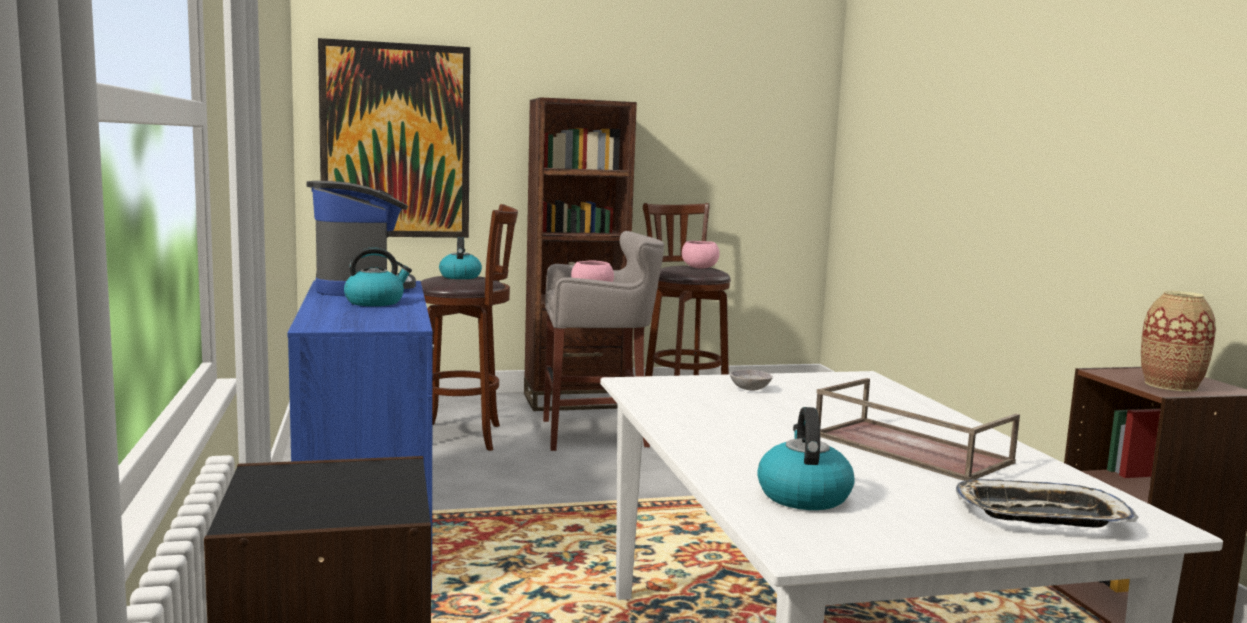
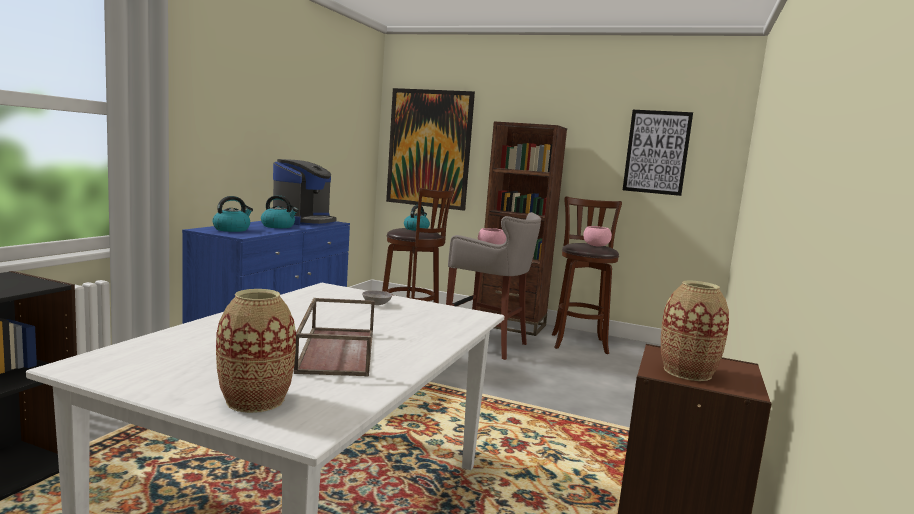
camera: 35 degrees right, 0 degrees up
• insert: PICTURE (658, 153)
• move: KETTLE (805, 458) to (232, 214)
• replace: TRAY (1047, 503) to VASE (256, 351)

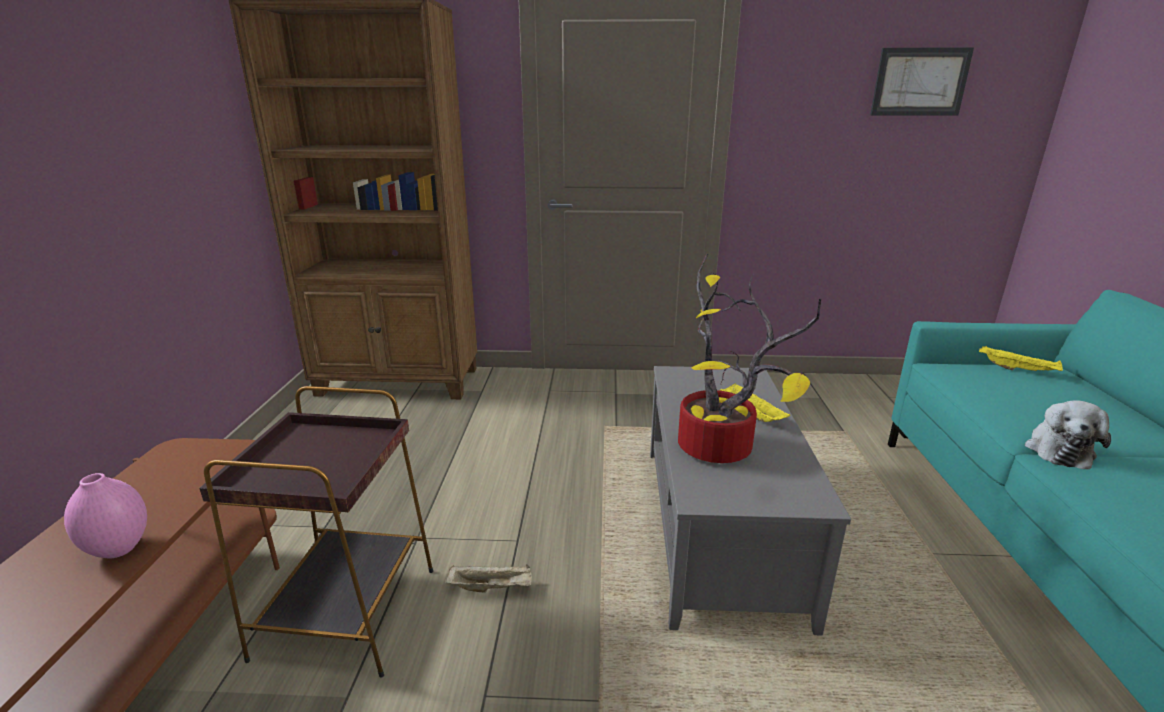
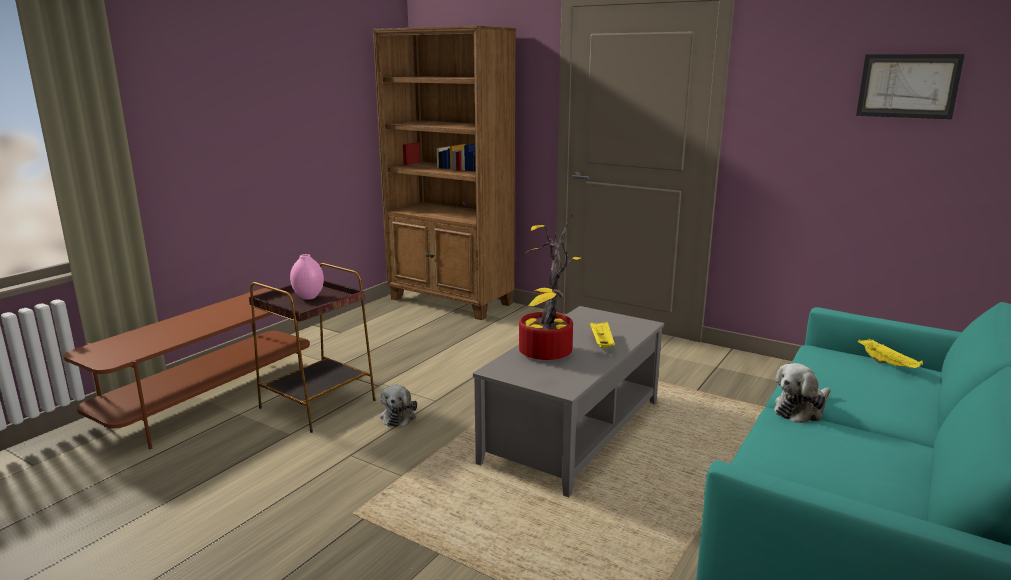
camera: 30 degrees right, 5 degrees down
• move: PINK VASE (105, 516) to (307, 277)
• replace: BEIGE TRAY (488, 578) to PLUSH TOY (398, 406)

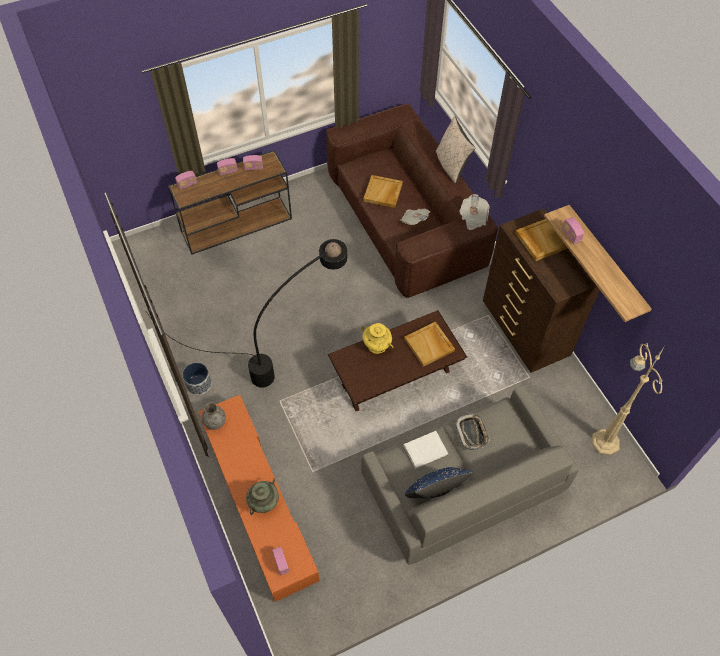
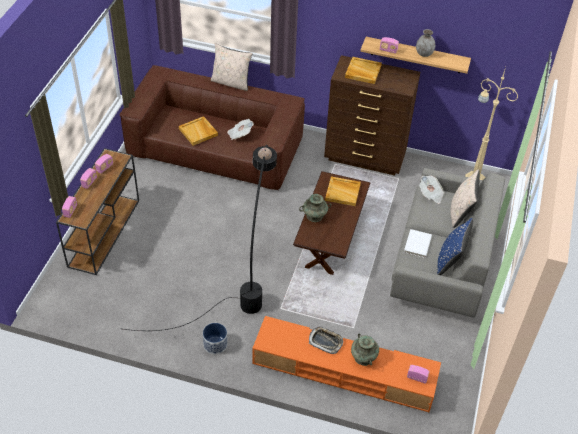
camera: 50 degrees left, 10 degrees down
• insert: BEIGE PILLOW (465, 198)
• move: GREY VASE (214, 416) to (425, 43)
• move: TRAY (472, 431) to (326, 340)
• move: NEWSPAPER (474, 212) to (432, 189)
• recolor: YELLOW VASE (377, 338) to TURQUOISE VASE (315, 208)

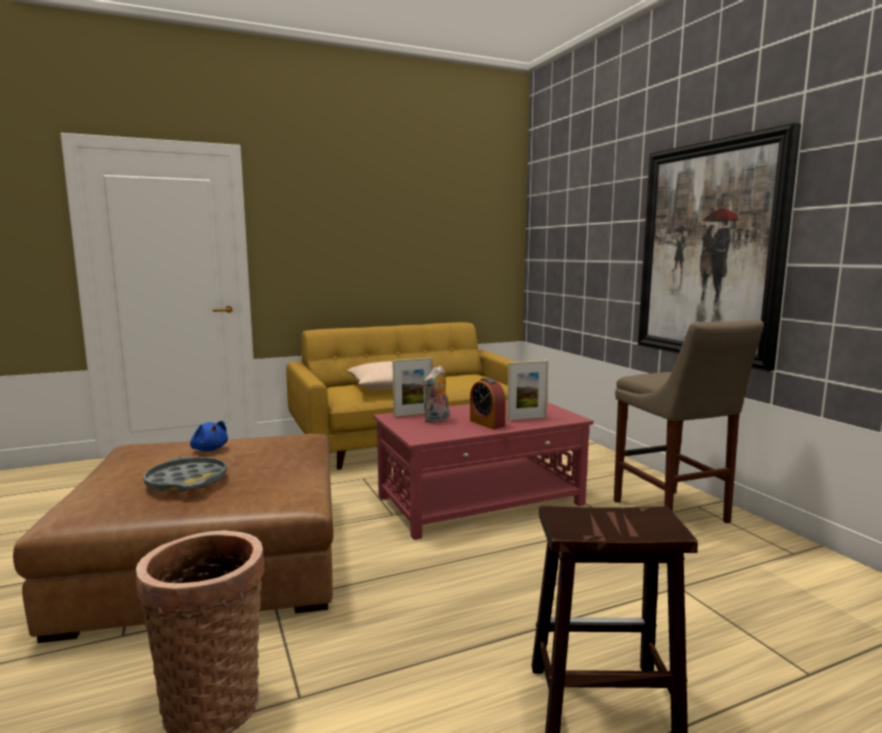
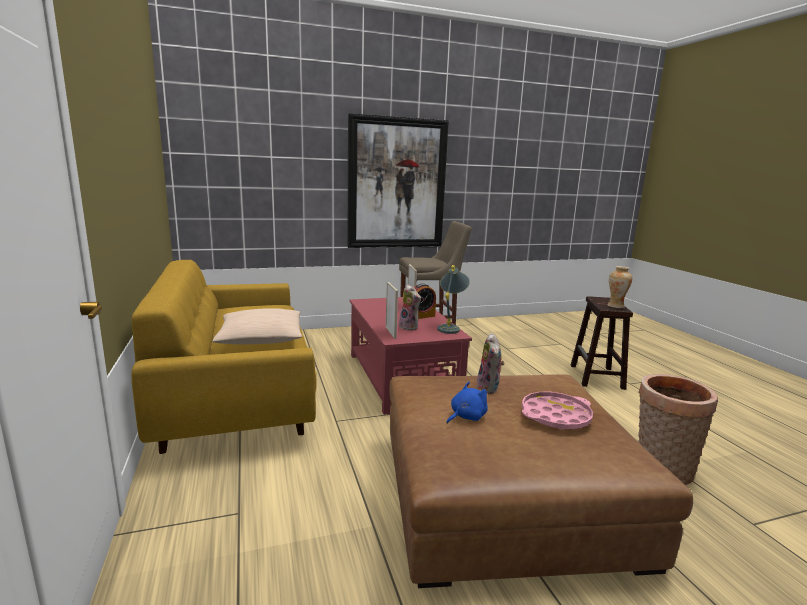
camera: 85 degrees left, 5 degrees up
• insert: GREY TABLE LAMP (453, 299)
• insert: PLUSH TOY (491, 363)
• insert: VASE (620, 287)
• recolor: GREY TRAY (185, 474) to PINK TRAY (557, 410)

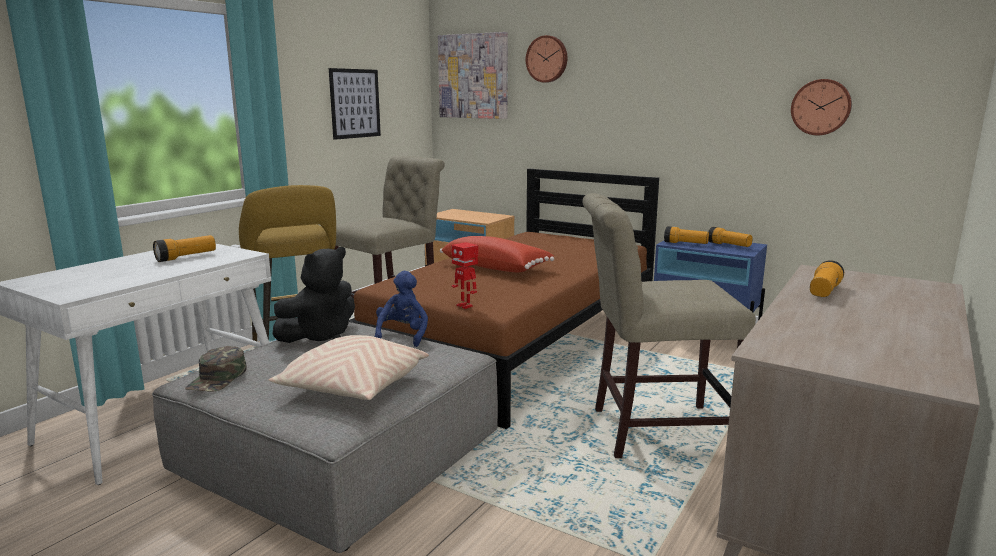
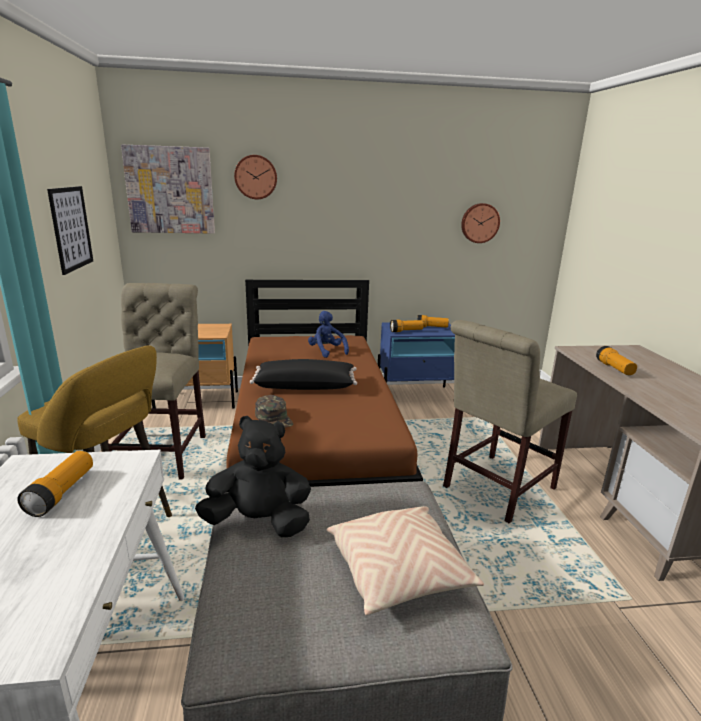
camera: 40 degrees left, 5 degrees up
• delete: TOY ROBOT (464, 275)
• move: GREEN CAP (216, 369) to (274, 411)
• move: BLUE PLUSH TOY (401, 309) to (328, 334)
• recolor: RED PILLOW (497, 254) to BLACK PILLOW (303, 374)
• rotate: BLACK PLUSH TOY (313, 295) = (253, 476) 90 degrees counterclockwise

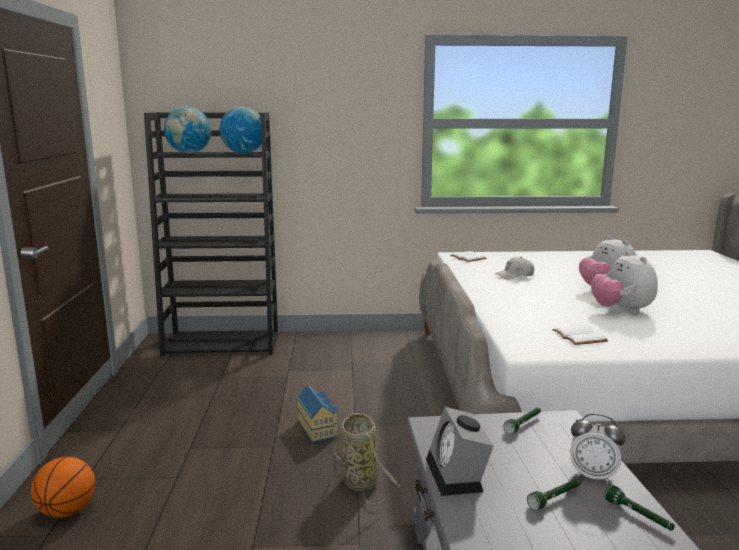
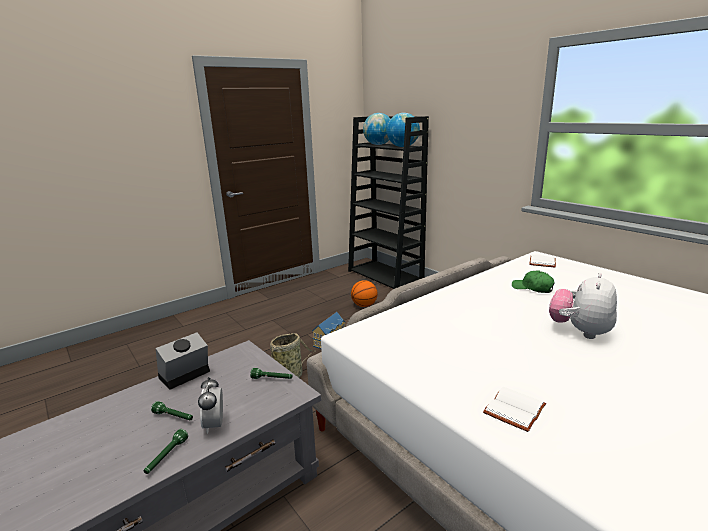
camera: 55 degrees right, 5 degrees up
• delete: PLUSH TOY (624, 282)
• move: BASKETBALL (63, 487) to (364, 293)
• move: WHITE BOOK (580, 335) to (514, 409)
• recolor: WHITE CAP (514, 268) to GREEN CAP (533, 282)

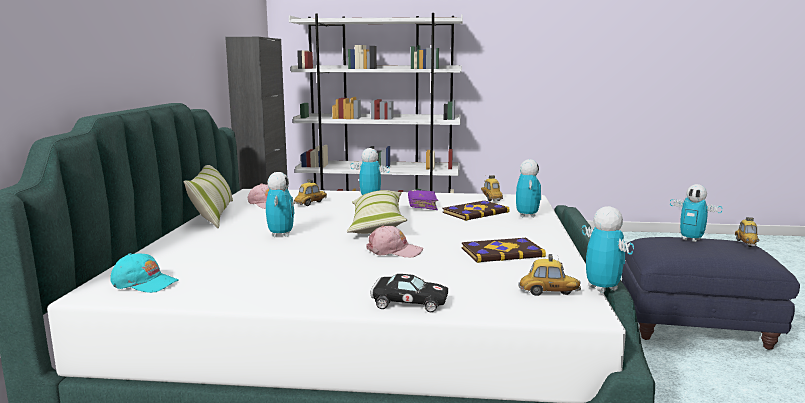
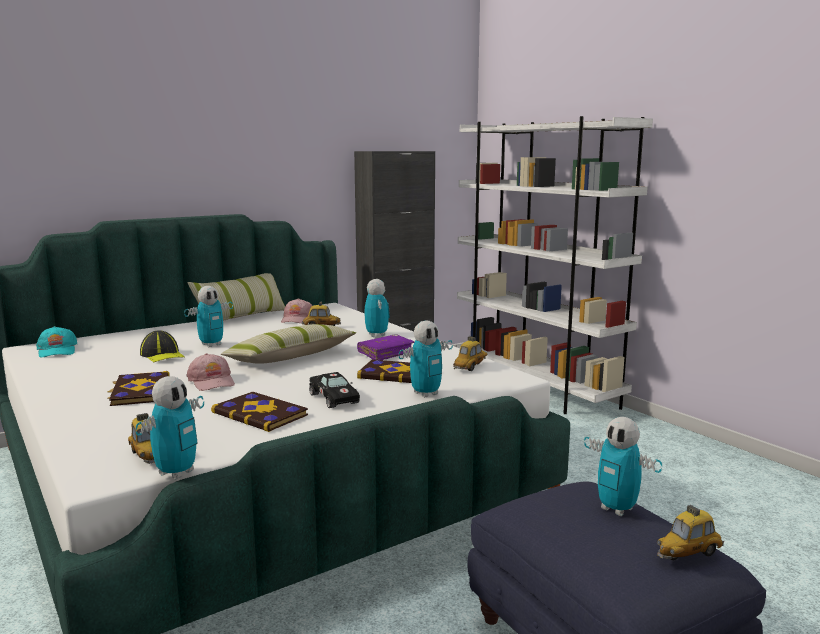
camera: 50 degrees right, 0 degrees up
• insert: BOOK (138, 388)
• insert: CAP (162, 346)
• move: BLACK TOY CAR (409, 293) to (334, 390)
• rotate: TOY ROBOT (696, 213) = (623, 466) 45 degrees counterclockwise

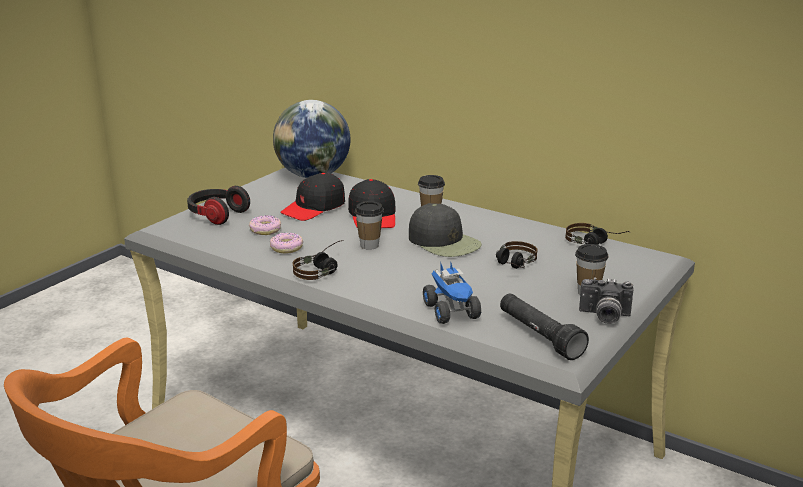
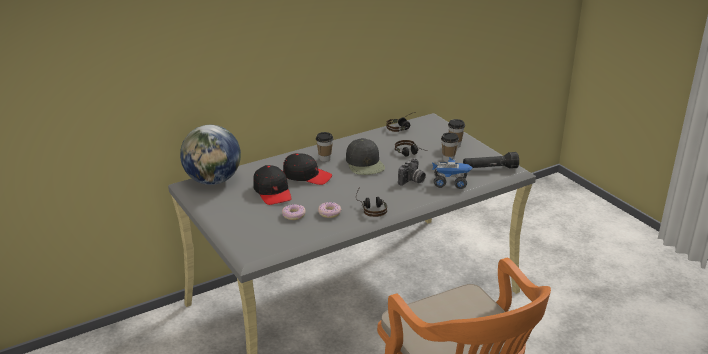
camera: 65 degrees left, 5 degrees up
• delete: HEADPHONES (218, 205)
• move: CUP (369, 225) to (450, 147)
• move: PHOTO CAMERA (606, 301) to (412, 172)
• rotate: BLACK CAP (445, 230) = (365, 156) 90 degrees clockwise

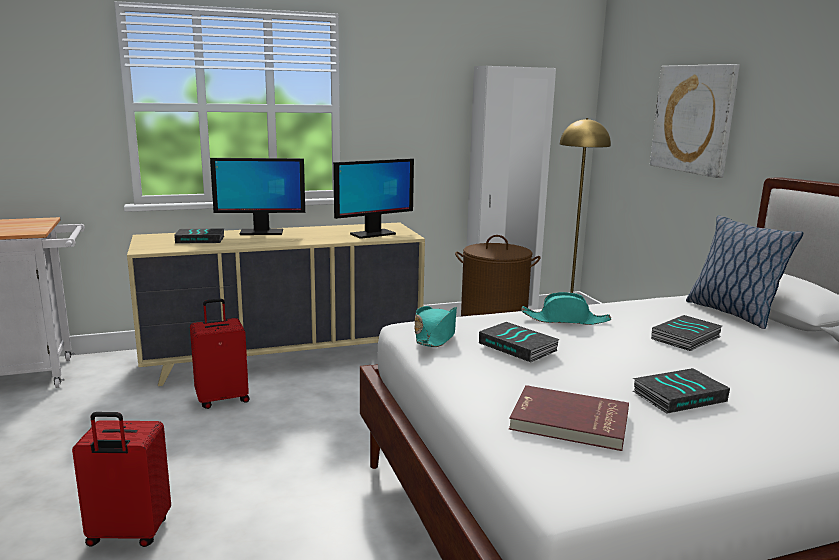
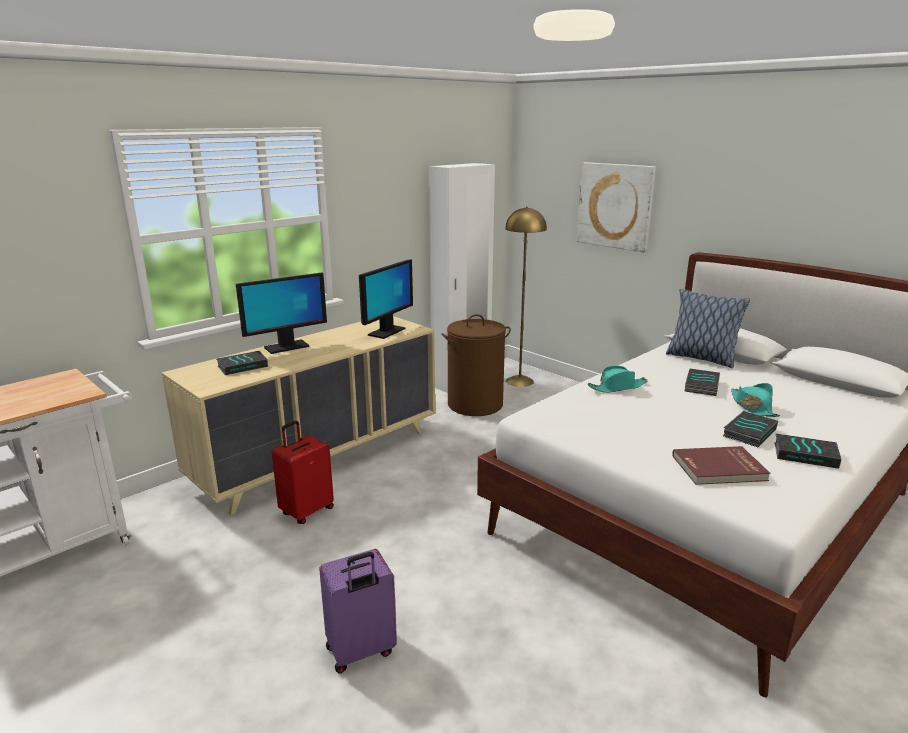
camera: 25 degrees left, 5 degrees up
• move: TURQUOISE HAT (435, 326) to (756, 400)
• move: BOOK (519, 342) to (808, 451)
• recolor: RED SUITCASE (121, 479) to PURPLE SUITCASE (358, 611)

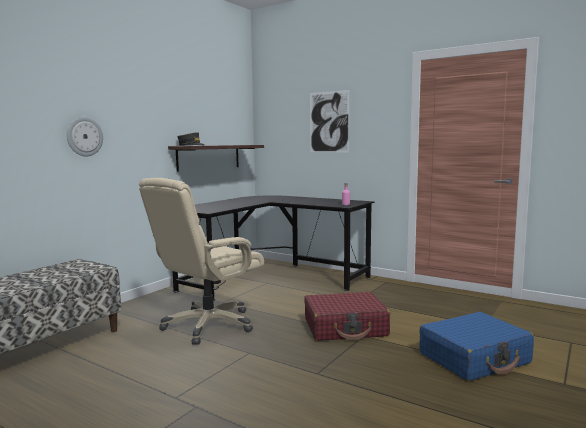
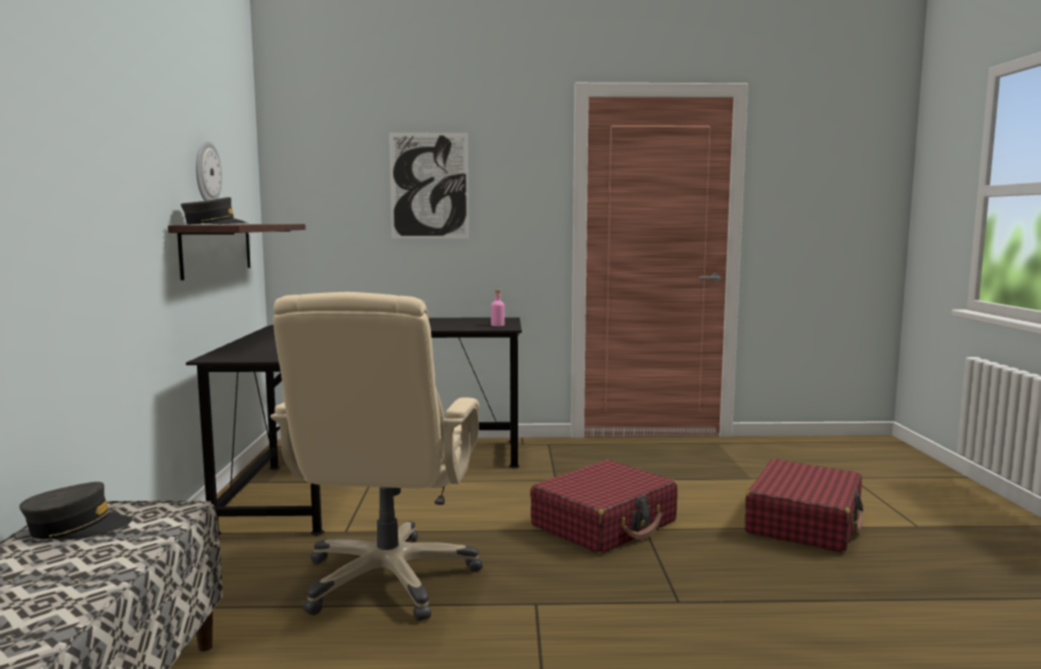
camera: 35 degrees left, 0 degrees up
• insert: GREY CAP (76, 510)
• move: WALL CLOCK (85, 136) to (209, 170)
• recolor: BLUE SUITCASE (476, 346) to RED SUITCASE (803, 506)

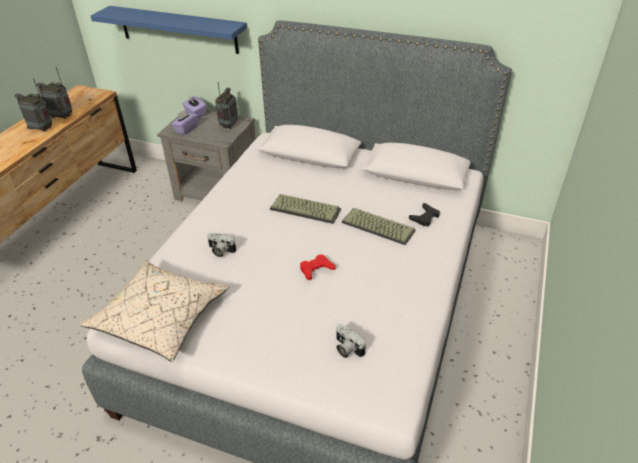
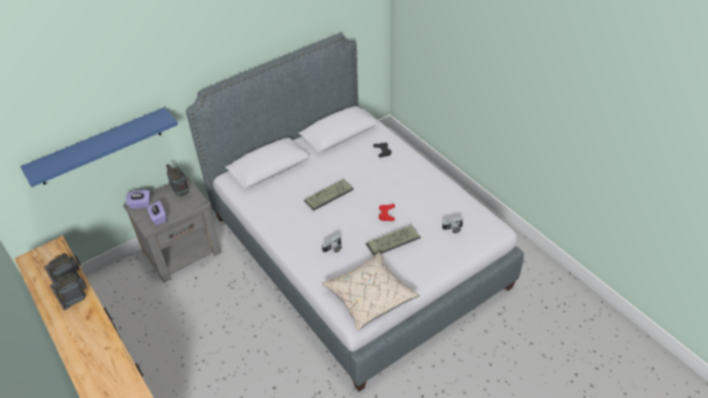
camera: 55 degrees left, 5 degrees up
• move: KEYBOARD (379, 226) to (393, 240)

